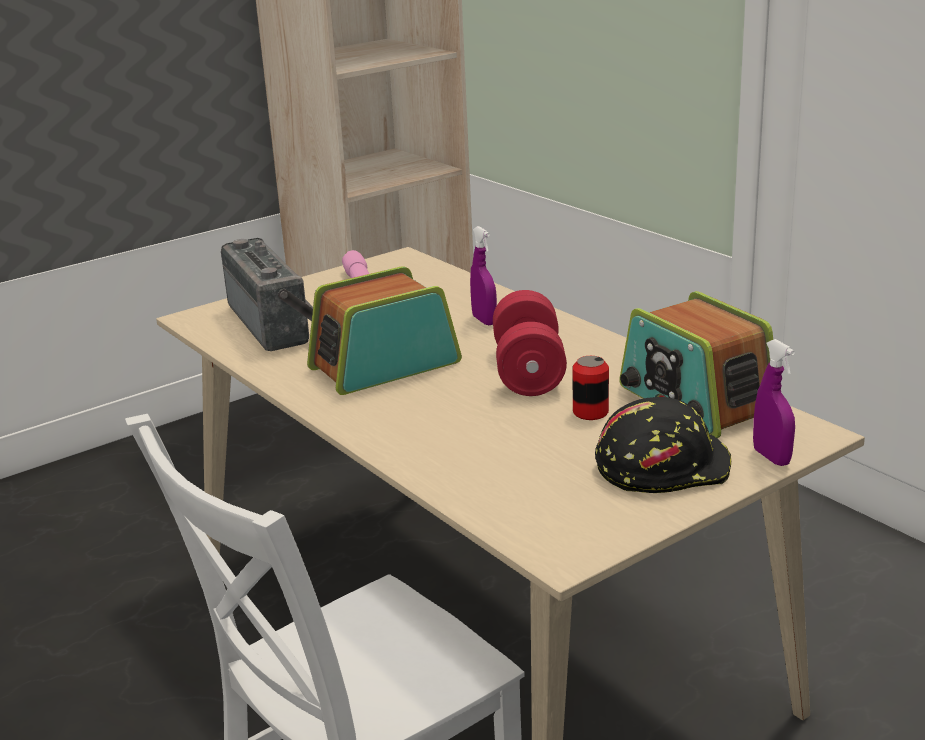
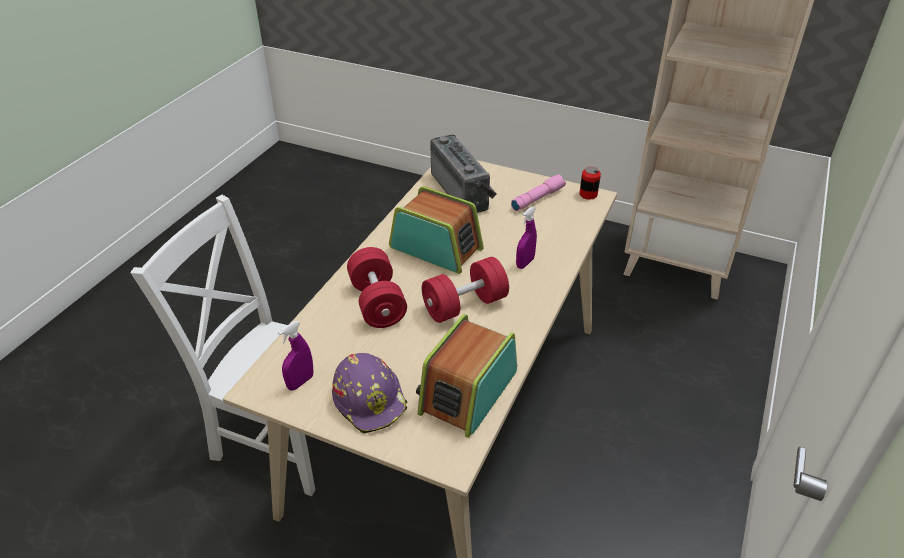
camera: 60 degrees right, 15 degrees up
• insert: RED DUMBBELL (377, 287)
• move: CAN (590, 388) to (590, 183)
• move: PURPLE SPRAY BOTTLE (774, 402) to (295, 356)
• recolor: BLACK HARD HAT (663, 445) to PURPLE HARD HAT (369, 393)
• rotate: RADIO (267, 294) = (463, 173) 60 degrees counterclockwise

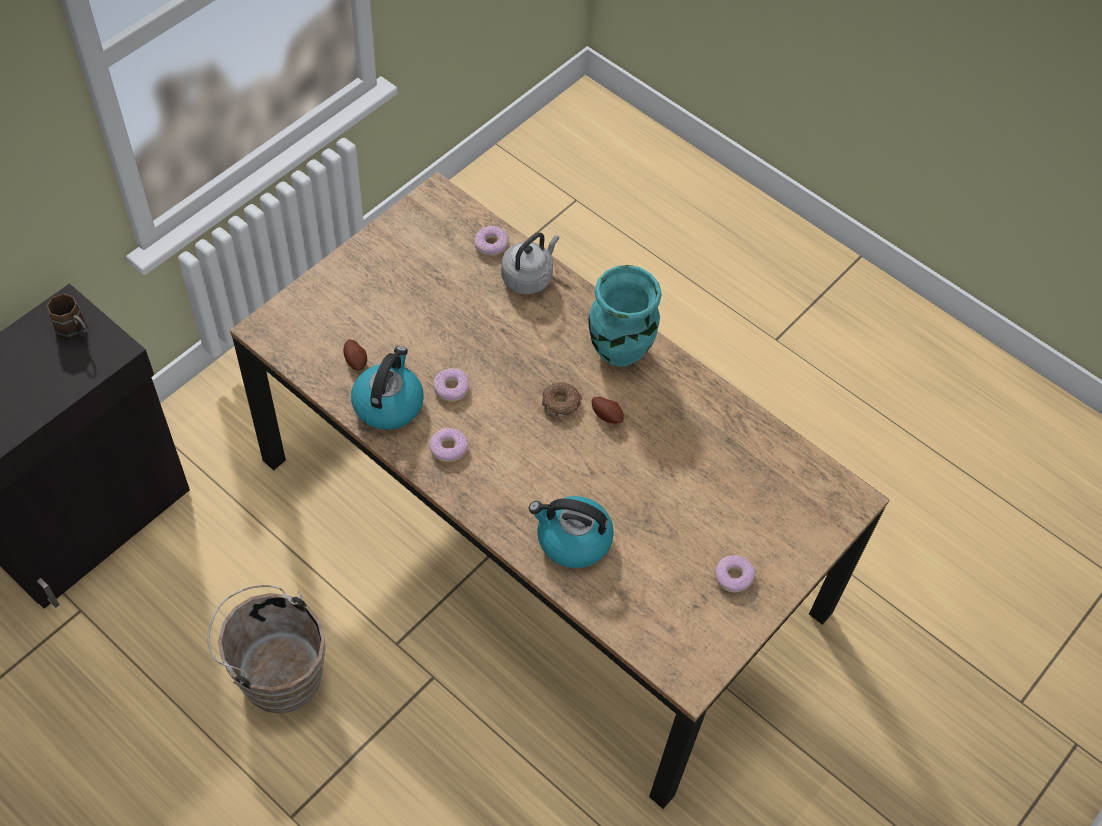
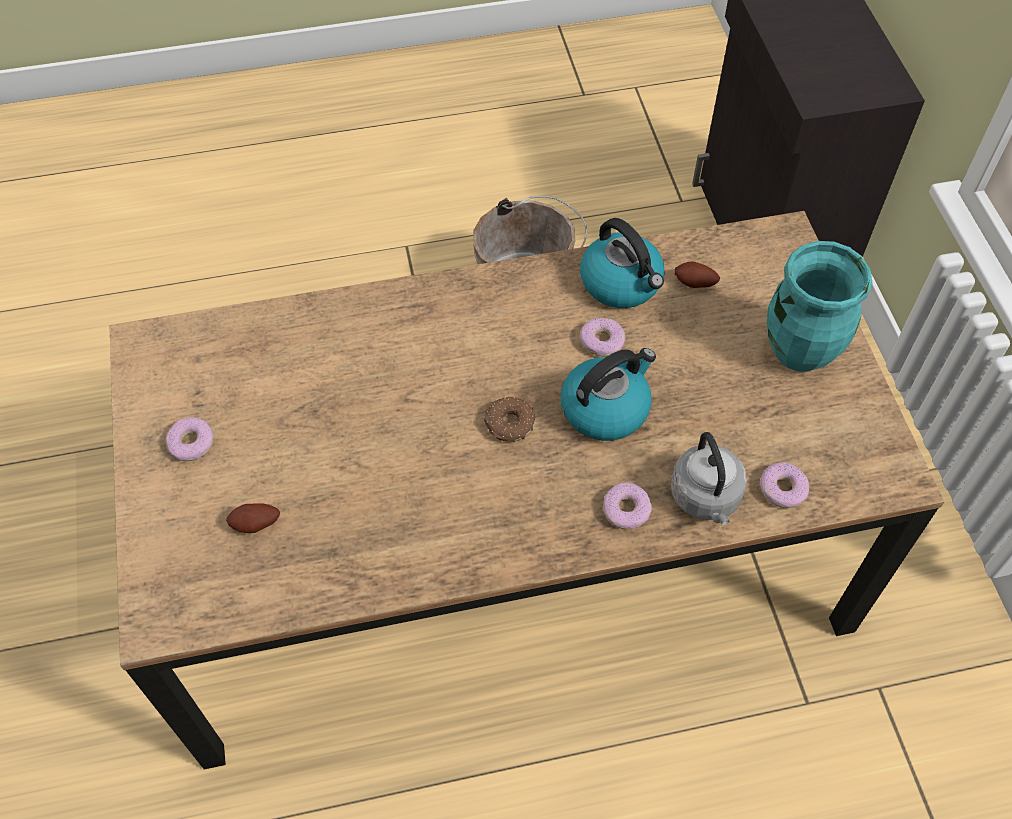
camera: 130 degrees right, 0 degrees up
• delete: BROWN MUG (67, 317)
• move: DONUT (448, 445) to (627, 505)
• move: KETTLE (571, 532) to (608, 394)
• move: TURQUOISE VASE (625, 316) to (819, 306)
• move: POTATO (608, 410) to (253, 518)

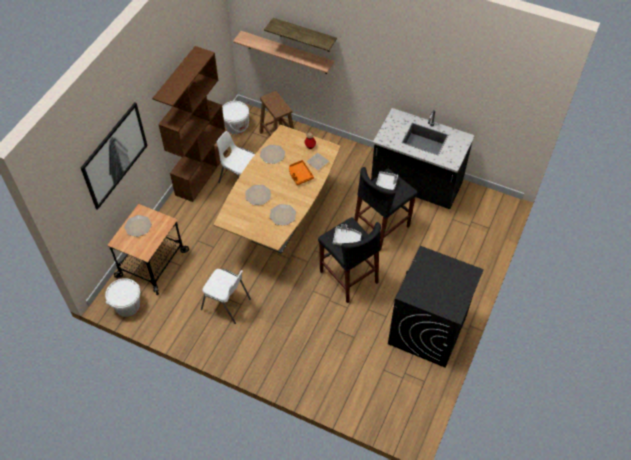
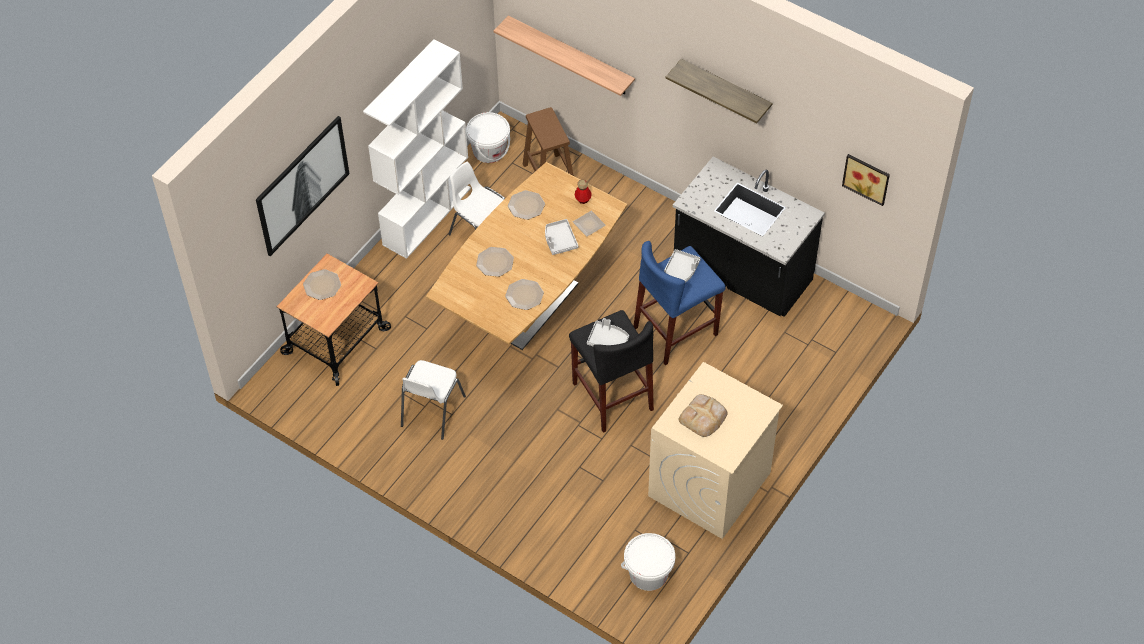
camera: 10 degrees right, 0 degrees up
• insert: BREAD (703, 415)
• insert: PICTURE (866, 180)
• move: WHITE BUCKET (123, 297) to (648, 562)
• move: SHELF (300, 35) to (718, 91)
• recolor: BROWN BOOKCASE (190, 124) to WHITE BOOKCASE (417, 149)
• recolor: ORANGE TRAY (301, 172) to GREY TRAY (561, 237)
• recolor: BLACK STOOL (386, 209) to BLUE STOOL (680, 303)
• recolor: BLACK WASHING MACHINE (436, 307) to BEIGE WASHING MACHINE (715, 450)
• rotate: WHITE CHAIR (226, 296) = (433, 400) 75 degrees clockwise

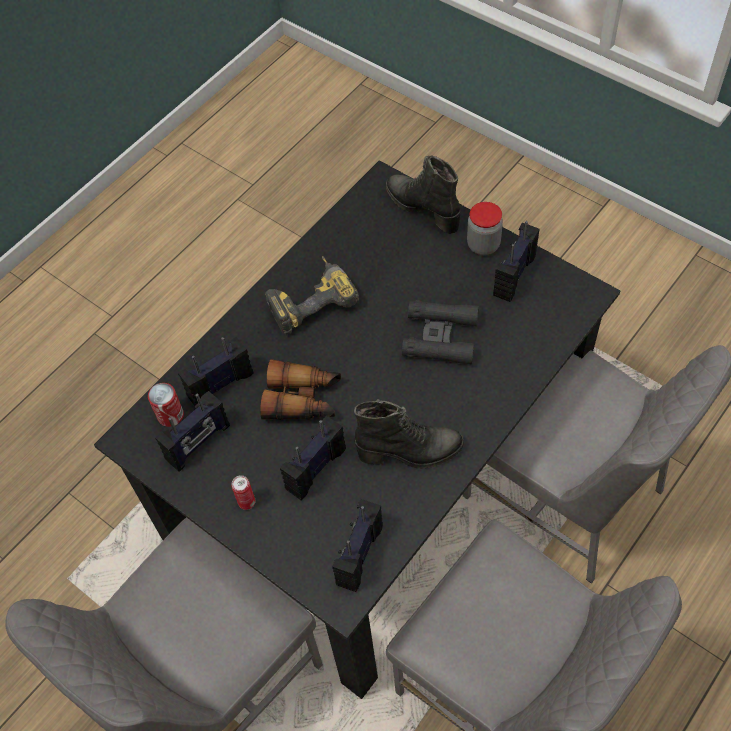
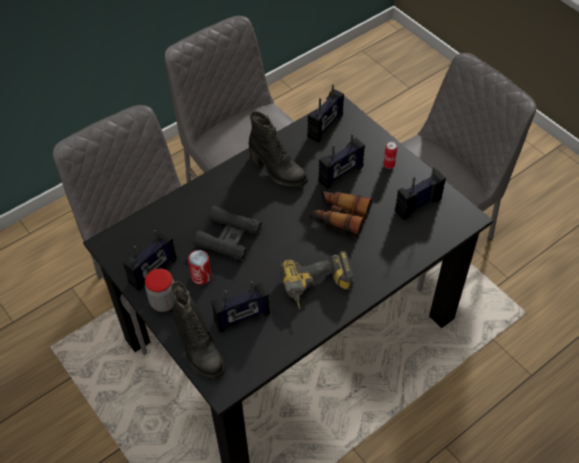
camera: 170 degrees left, 5 degrees down
• move: CAN (166, 405) to (200, 267)
• move: RADIO (216, 371) to (240, 306)
• rotate: BLACK BOOT (409, 434) = (278, 149) 150 degrees counterclockwise

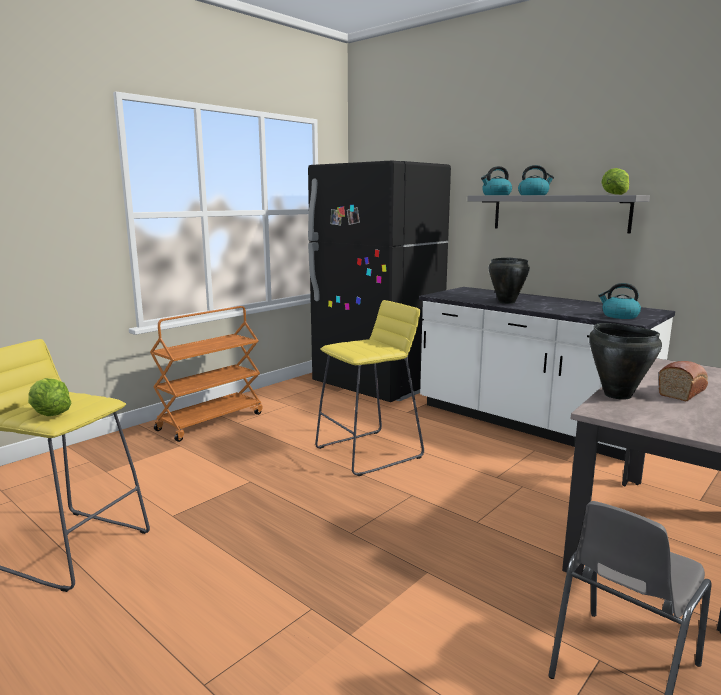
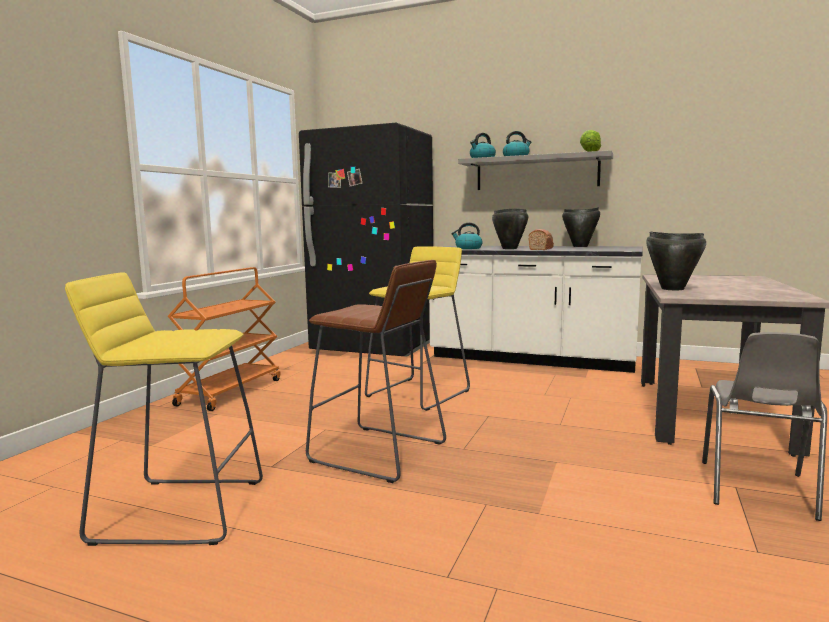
camera: 20 degrees left, 5 degrees down
• delete: LETTUCE (50, 397)
• insert: BROWN STOOL (376, 371)
• insert: BLACK COOKING POT (581, 227)
• move: KETTLE (619, 301) to (467, 236)
• move: BREAD (683, 381) to (541, 239)

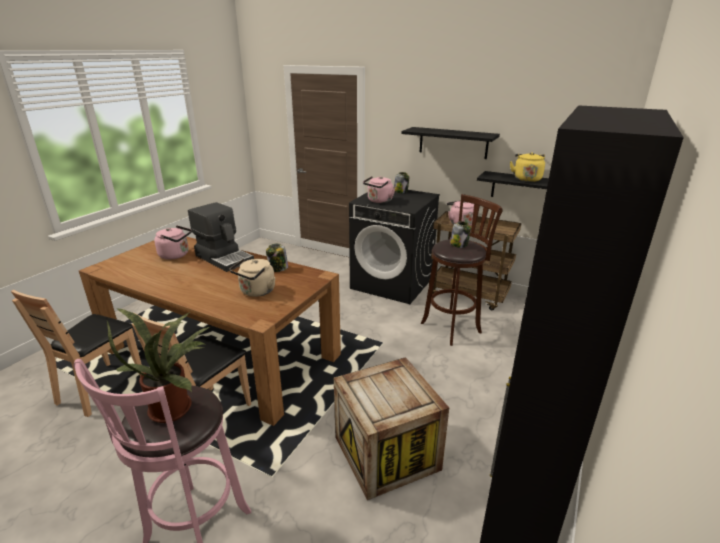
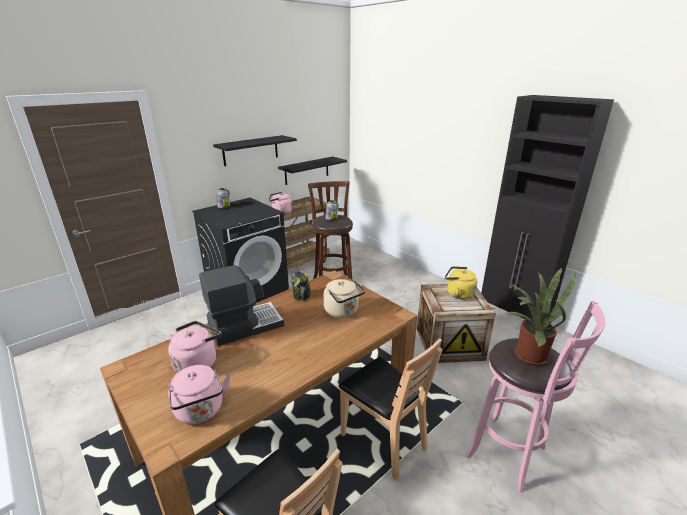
camera: 70 degrees left, 0 degrees up
• move: PINK KETTLE (379, 189) to (199, 394)
• move: YELLOW KETTLE (527, 167) to (461, 282)

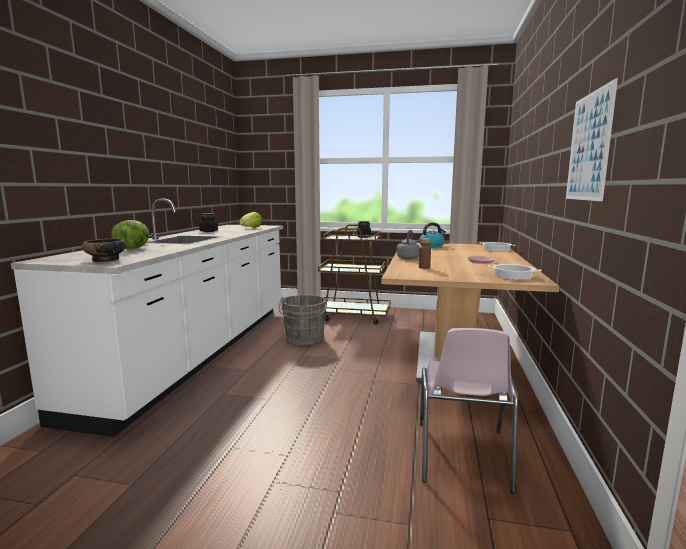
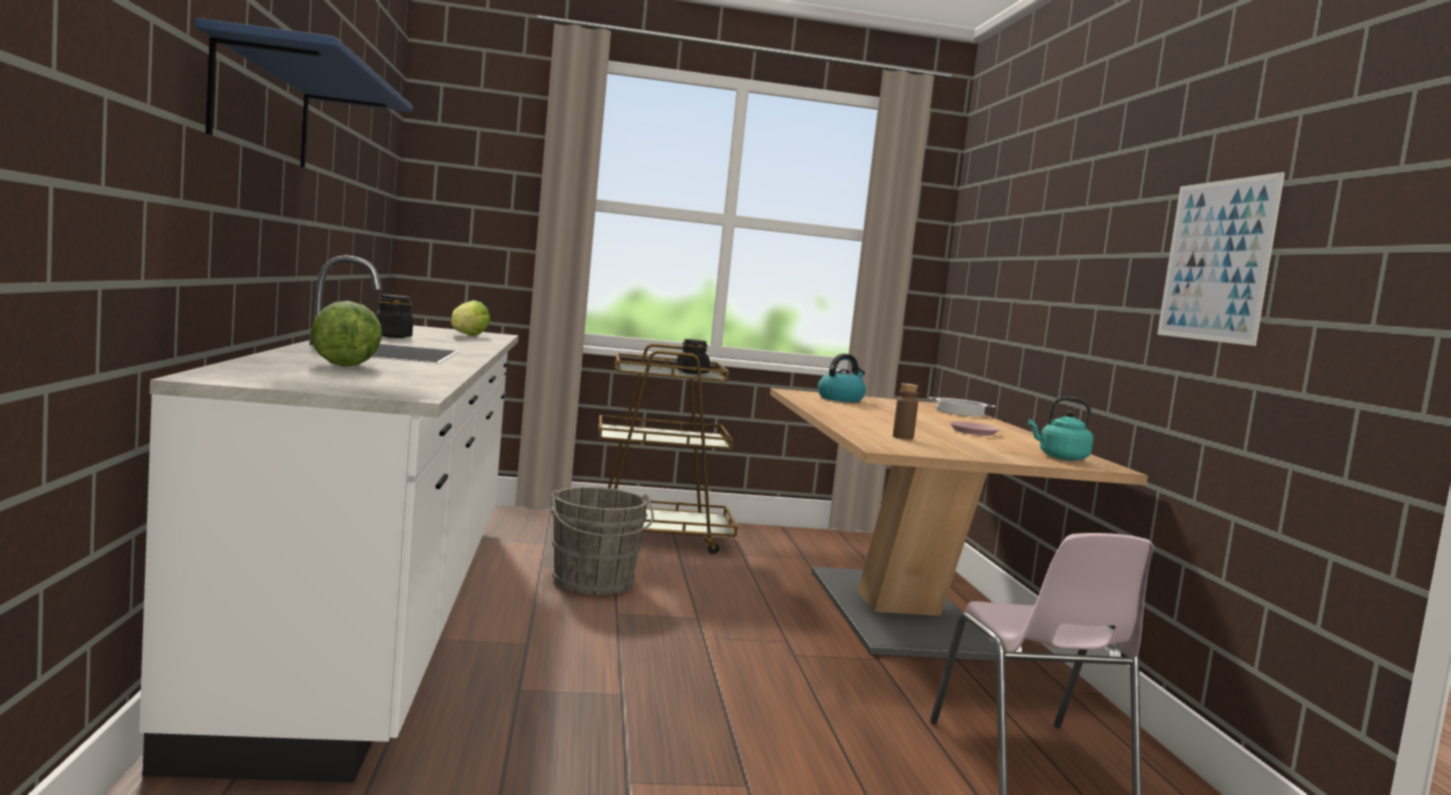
camera: 20 degrees left, 5 degrees down
• delete: BOWL (104, 250)
• delete: GREY KETTLE (408, 244)
• insert: BLUE SHELF (303, 93)
• replace: COOKING POT (515, 272) to TURQUOISE KETTLE (1060, 428)

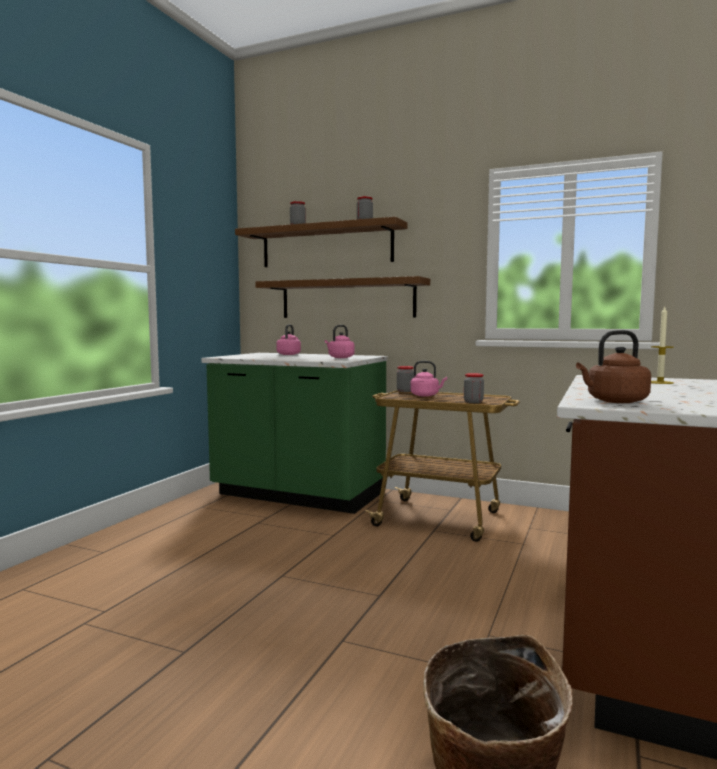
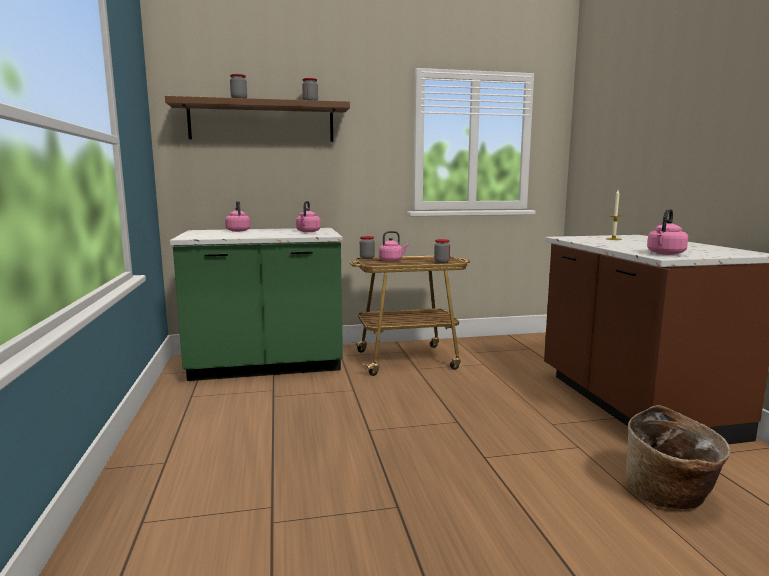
camera: 35 degrees left, 5 degrees up
• delete: BROWN SHELF (342, 297)
• recolor: BROWN KETTLE (613, 366) to PINK KETTLE (667, 232)

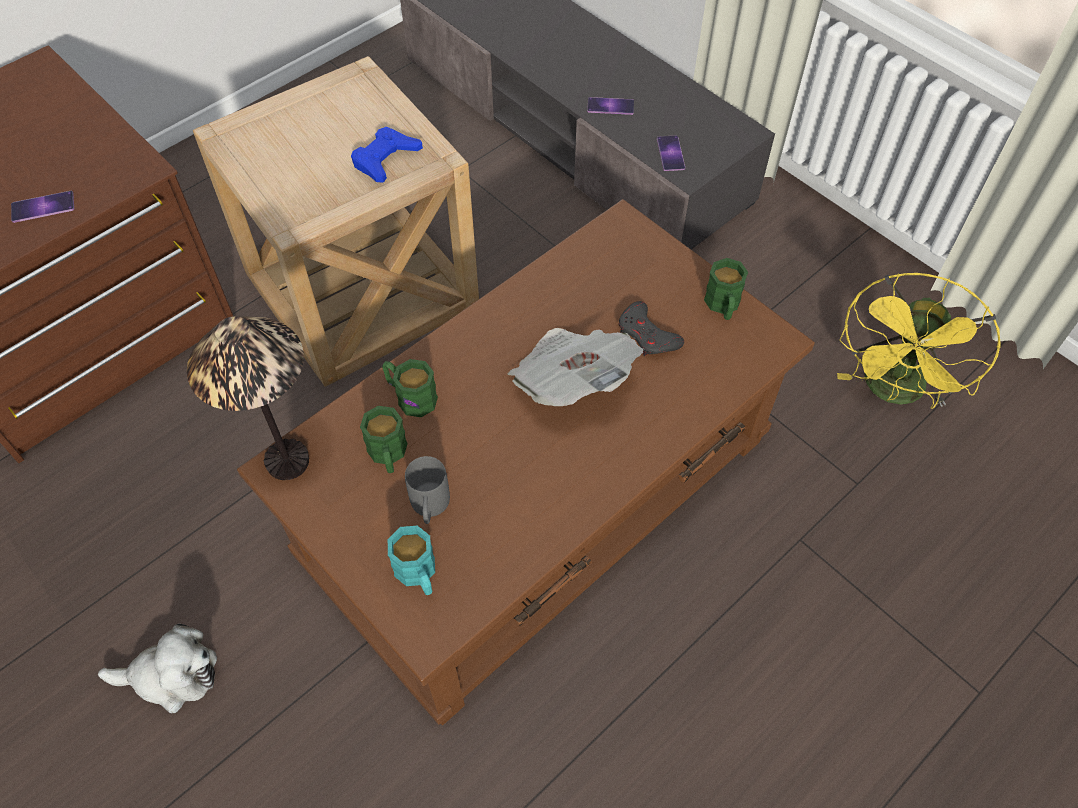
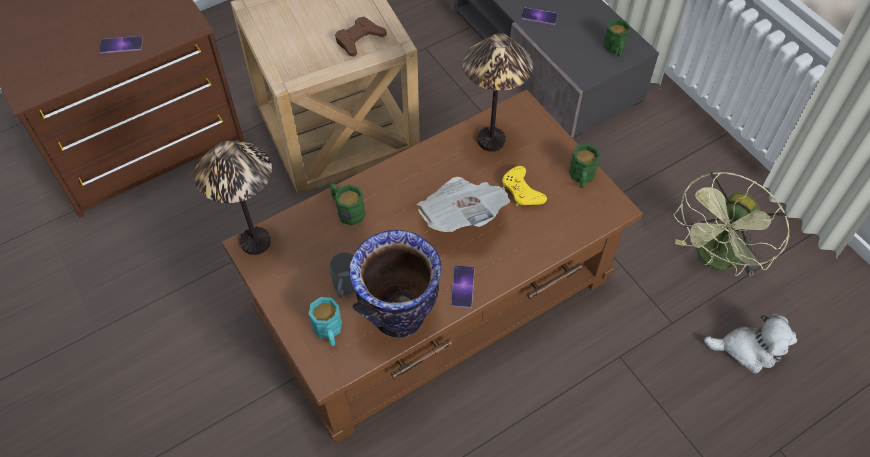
camera: 10 degrees right, 0 degrees up
• insert: VASE (395, 284)
• insert: TABLE LAMP (498, 92)
• move: PLUSH TOY (157, 668) to (750, 344)
• move: GREEN MUG (384, 439) to (616, 38)
• move: PHONE (671, 153) to (463, 286)
• recolor: BLUE GAME CONTROLLER (387, 155) to BROWN GAME CONTROLLER (361, 37)
• recolor: GREY GAME CONTROLLER (651, 328) to YELLOW GAME CONTROLLER (524, 186)
• recolor: YELLOW FAN (919, 341) to GREEN FAN (731, 223)

